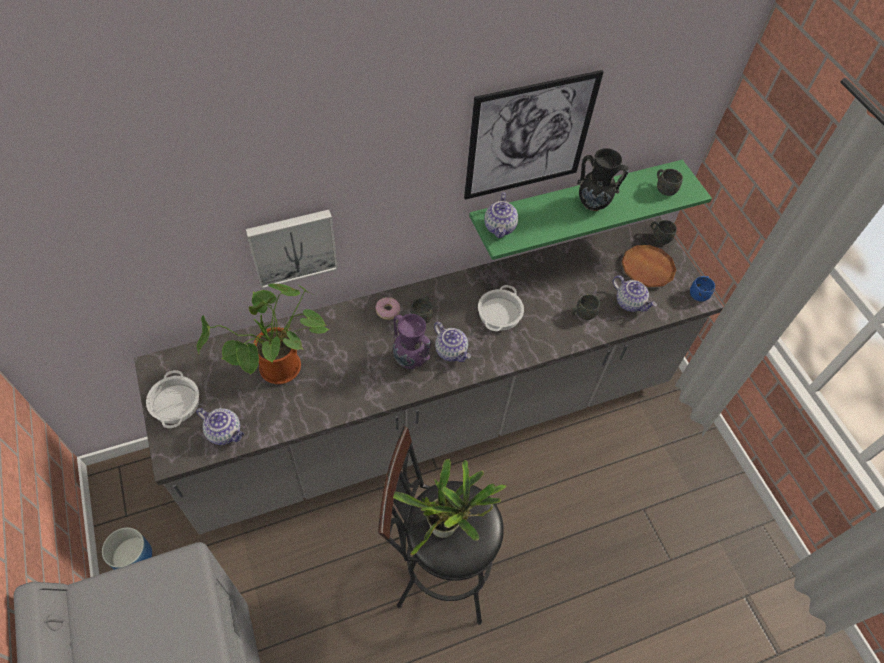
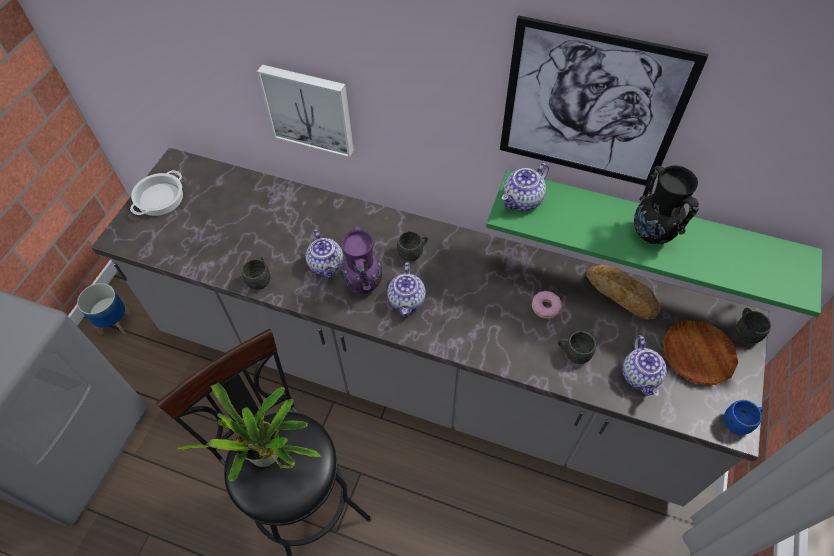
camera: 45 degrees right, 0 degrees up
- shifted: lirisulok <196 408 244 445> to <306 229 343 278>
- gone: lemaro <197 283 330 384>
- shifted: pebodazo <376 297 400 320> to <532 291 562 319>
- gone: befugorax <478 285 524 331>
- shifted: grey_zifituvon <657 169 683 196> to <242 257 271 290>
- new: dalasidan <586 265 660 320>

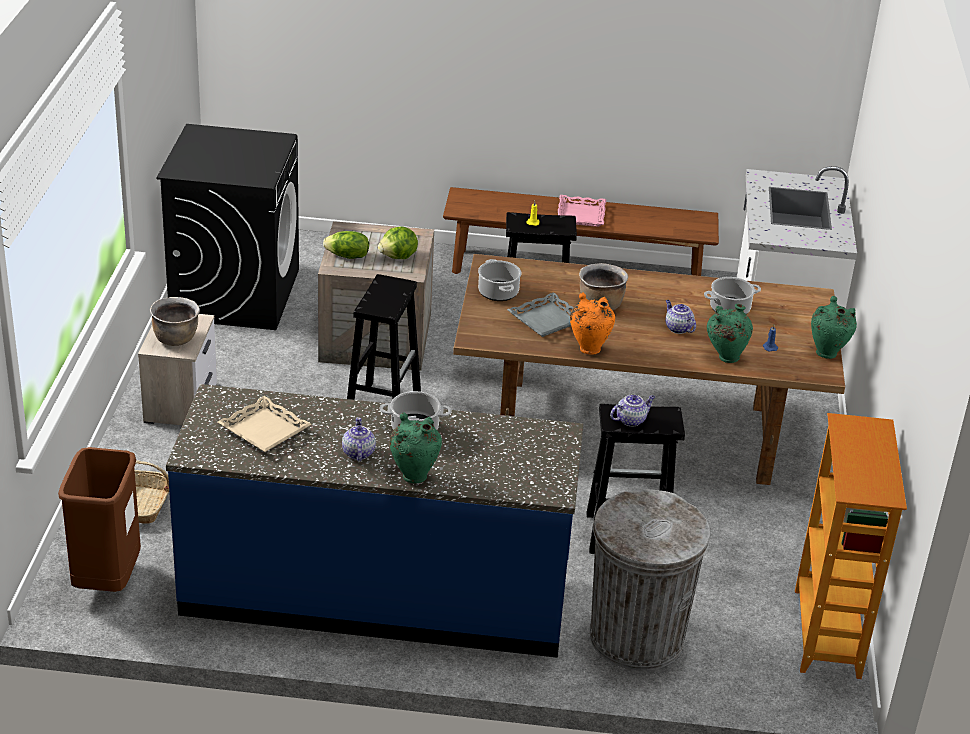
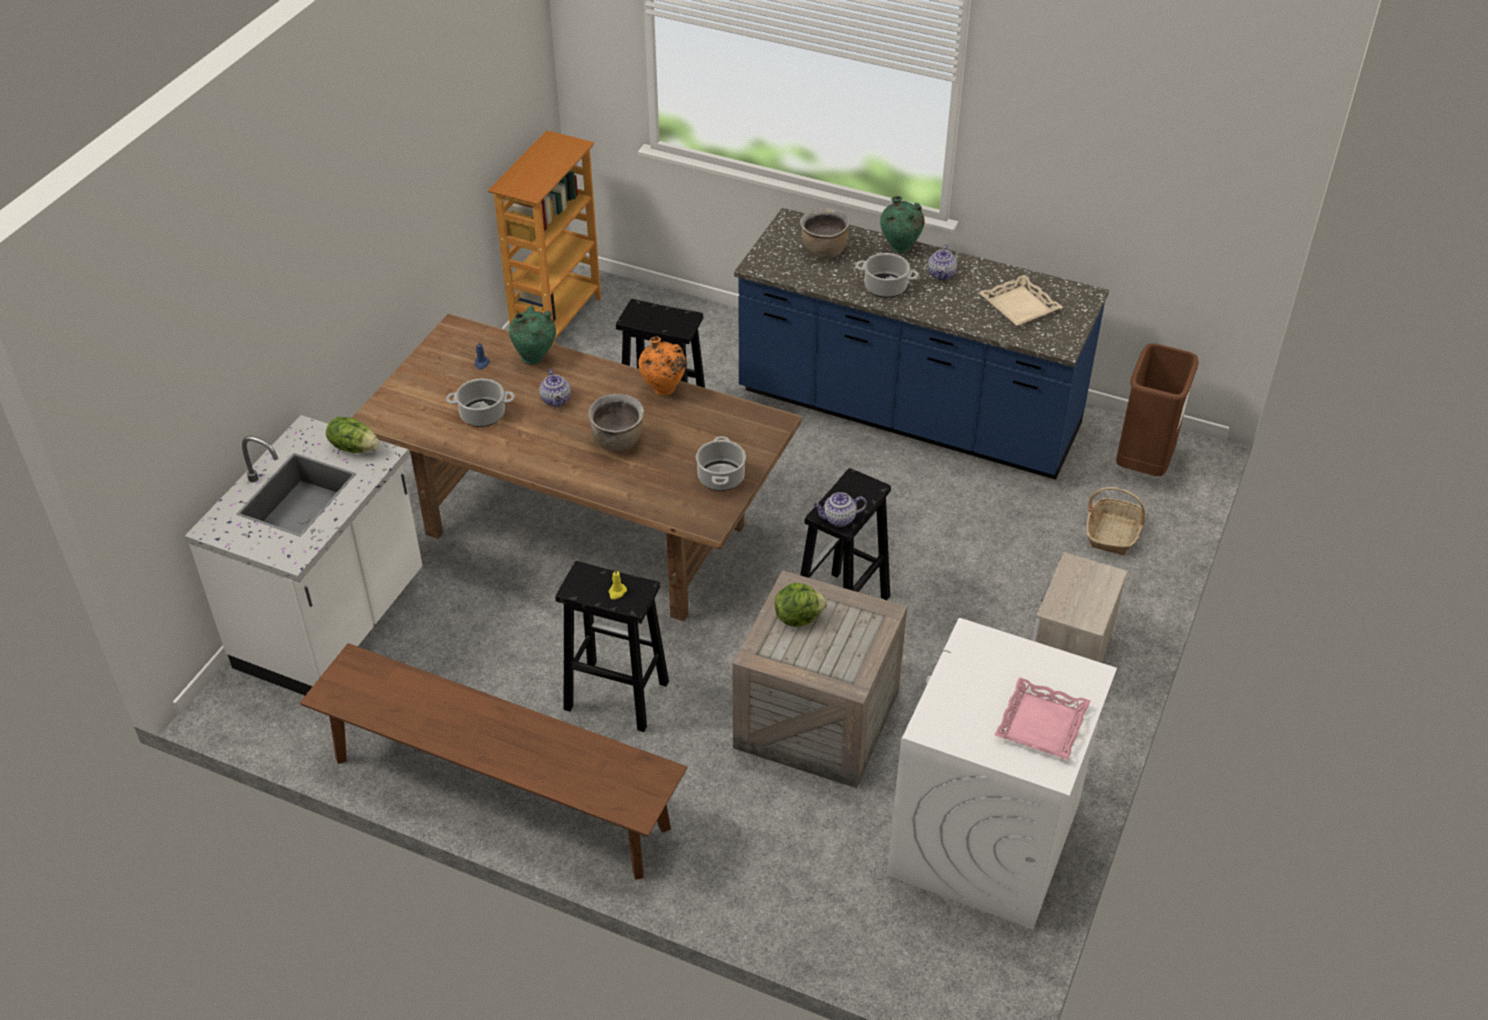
camera: 160 degrees left, 10 degrees up
- shifted: brown_befugorax <150 297 200 346> to <800 208 850 259>
- repainted: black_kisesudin <156 124 299 330> to white_kisesudin <887 618 1117 929>
- shifted: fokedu <323 231 369 259> to <326 417 380 453>
- gone: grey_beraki <507 292 573 337>
- shifted: pink_beraki <558 195 606 227> to <995 677 1091 760>
- gone: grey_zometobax <590 489 710 670>
- shifted: lirisulok <610 394 655 427> to <813 492 867 527>
- gone: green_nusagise <811 296 857 359>

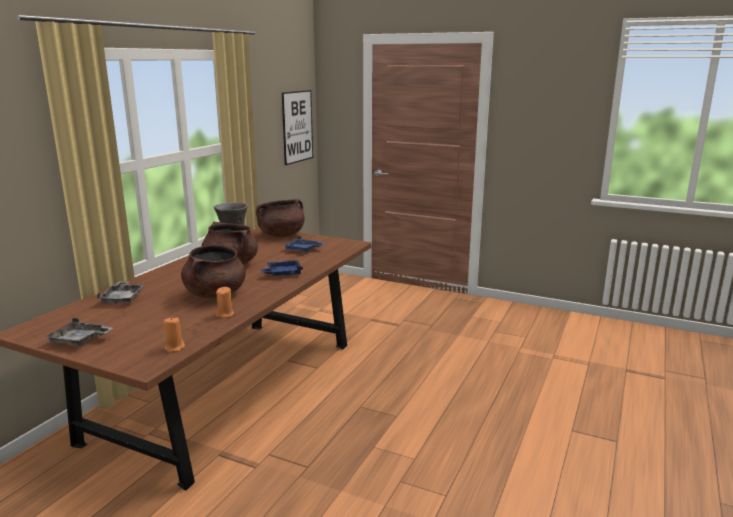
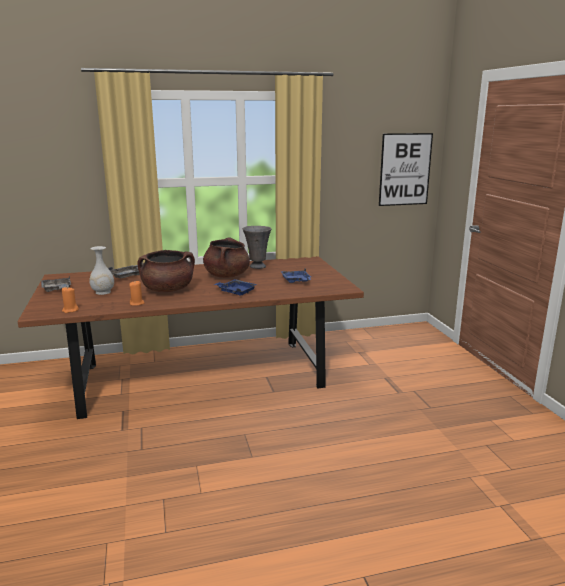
camera: 50 degrees right, 0 degrees up
- gone: brown_befugorax <256 199 305 237>
- new: white_nusagise <89 246 114 295>

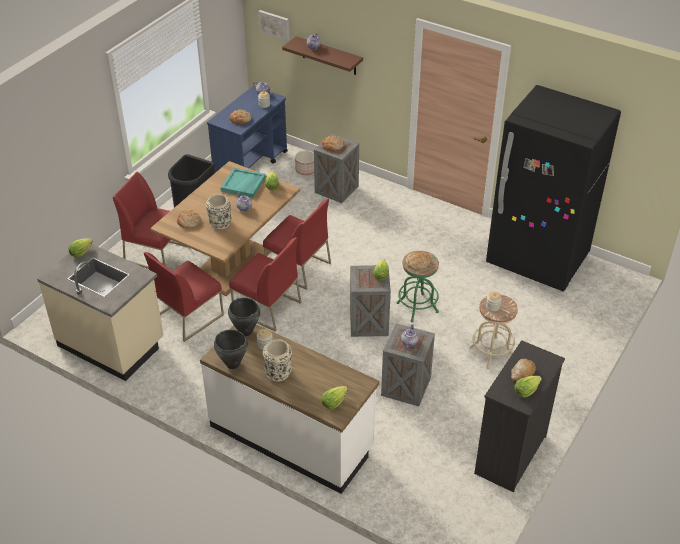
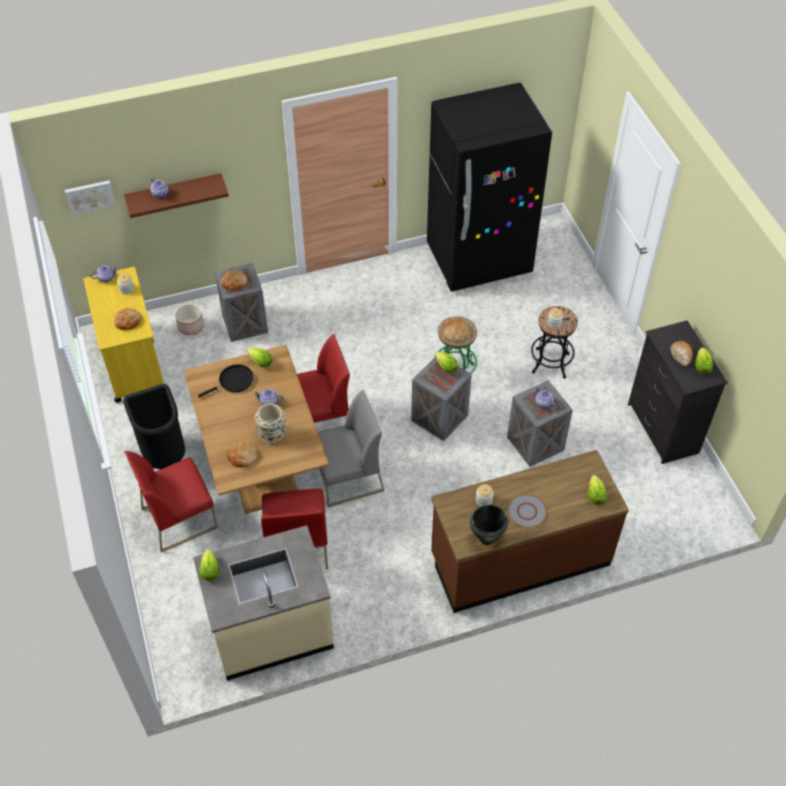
camera: 50 degrees left, 10 degrees up
- repainted: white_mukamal <200 324 379 494> to brown_mukamal <431 450 629 613>
- repainted: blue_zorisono <207 86 288 173> to yellow_zorisono <83 266 164 403>
- swapped: turquoise_beraki <220 168 266 198> to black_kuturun <198 364 254 398>
- gone: black_befugorax <228 297 260 336>
- repainted: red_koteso <229 237 302 332> to grey_koteso <318 390 384 507>
- swapped: beige_nusagise <263 339 292 382> to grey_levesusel <507 494 547 528>
- repainted: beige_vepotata <469 295 518 369> to black_vepotata <531 306 578 379>

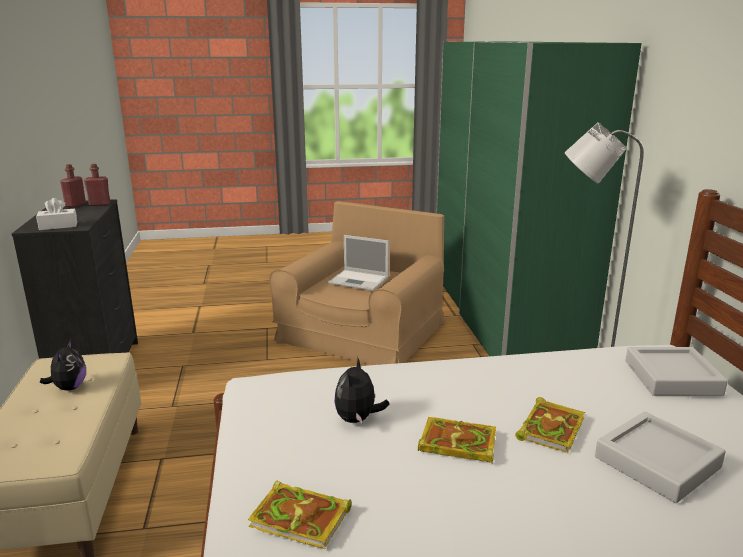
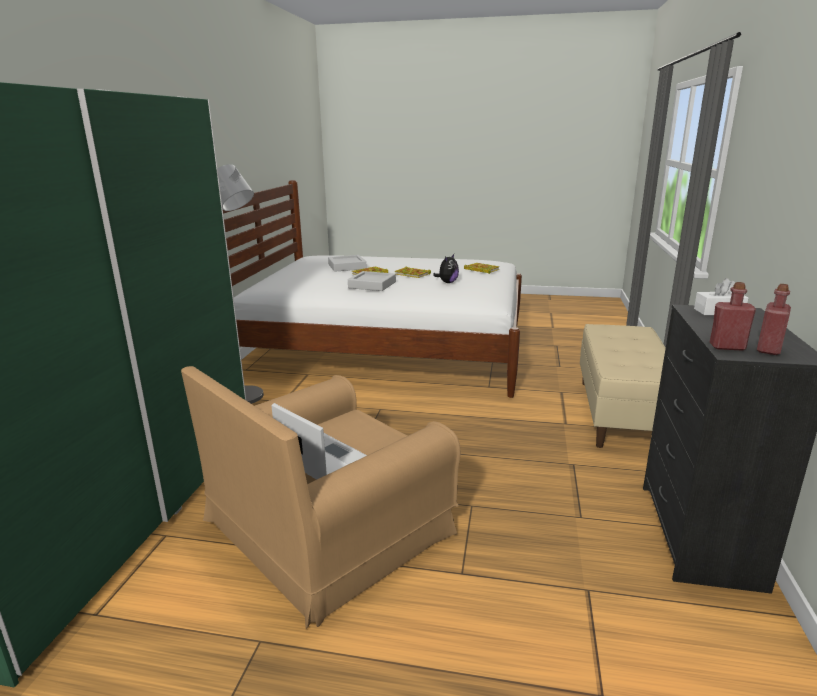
camera: 160 degrees left, 0 degrees up
- gone: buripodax <40 340 86 391>
- shifted: grey_beraki <625 347 728 396> to <348 271 396 291>

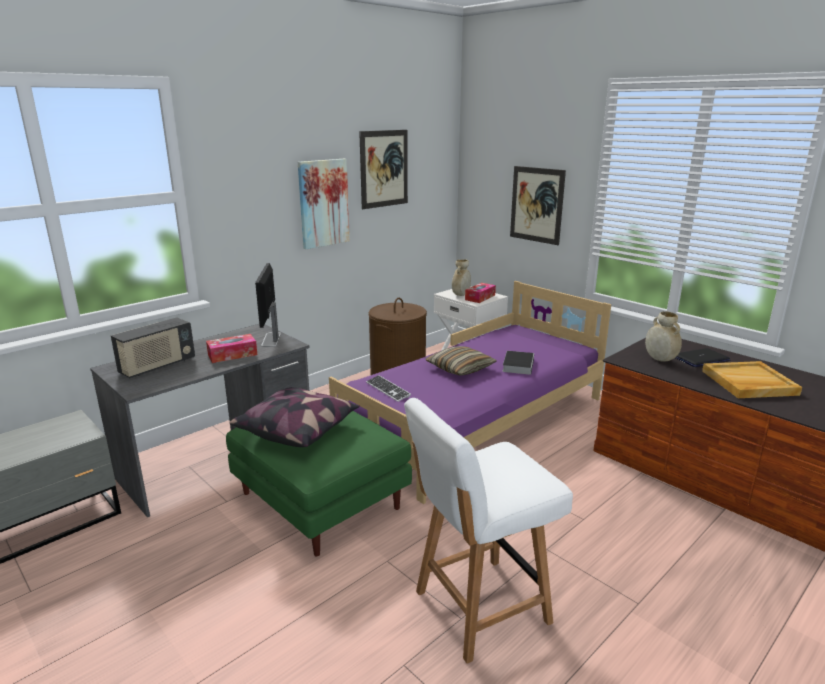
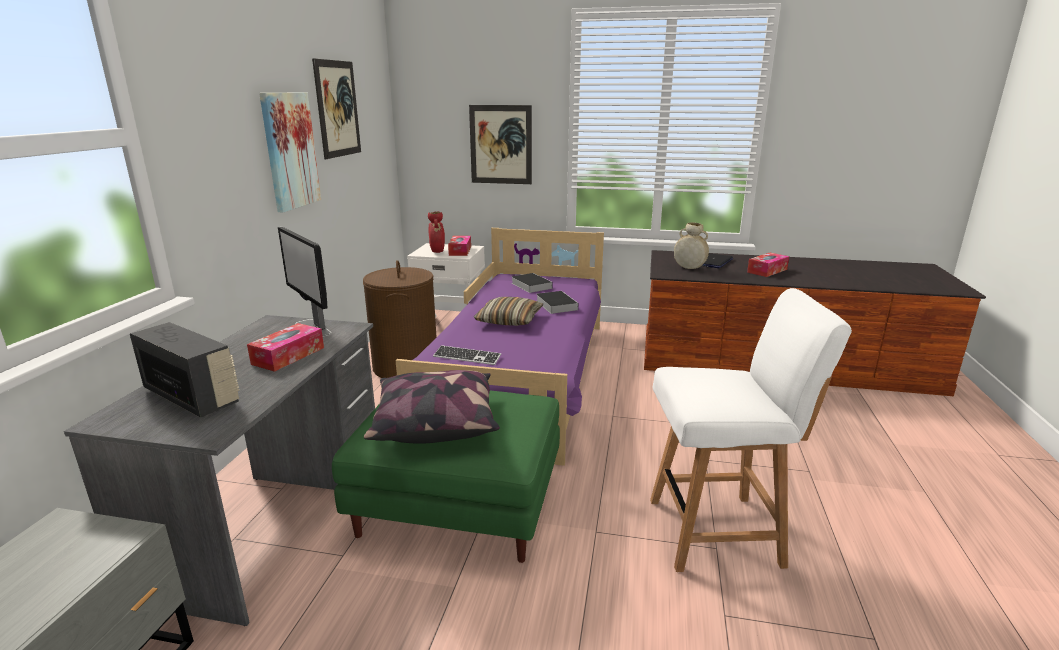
camera: 35 degrees left, 0 degrees up
- rotated: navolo <111 318 195 378> = <130 322 239 418> 60 degrees counterclockwise
- rotated: white_koteso <404 398 573 663> = <650 288 852 572> 120 degrees counterclockwise
- repainted: beige_nusagise <452 259 471 296> to red_nusagise <428 212 445 253>
- swapped: beige_beraki <702 361 802 398> to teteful <747 253 789 277>
- new: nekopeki <512 273 553 293>

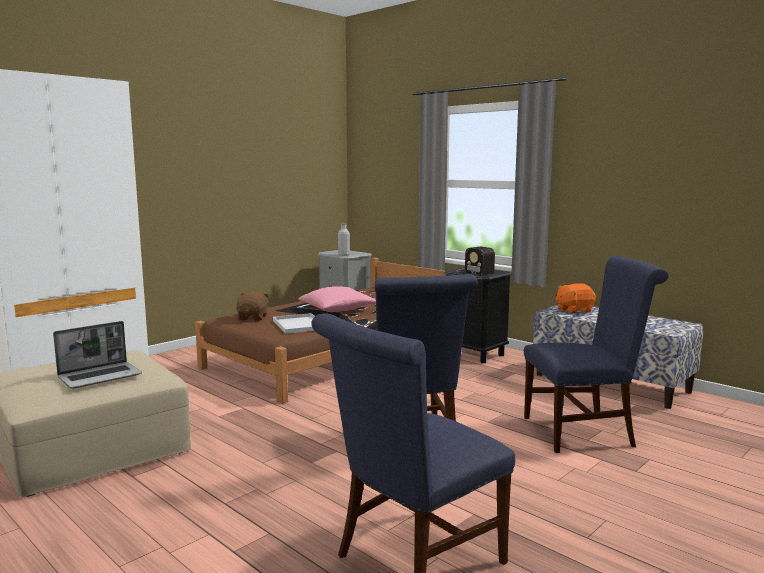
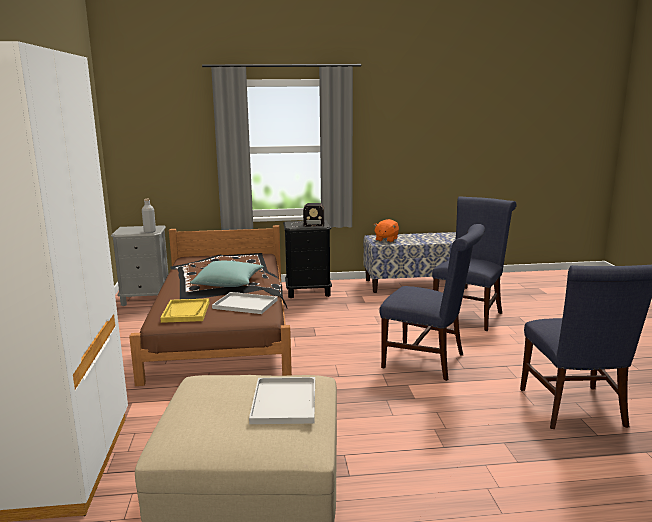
camera: 50 degrees left, 5 degrees up
- swapped: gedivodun <53 321 142 389> to white_beraki <249 377 315 424>
- swapped: brown_buripodax <236 291 270 320> to yellow_beraki <160 298 209 323>
- repainted: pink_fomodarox <298 286 376 312> to turquoise_fomodarox <190 260 264 287>

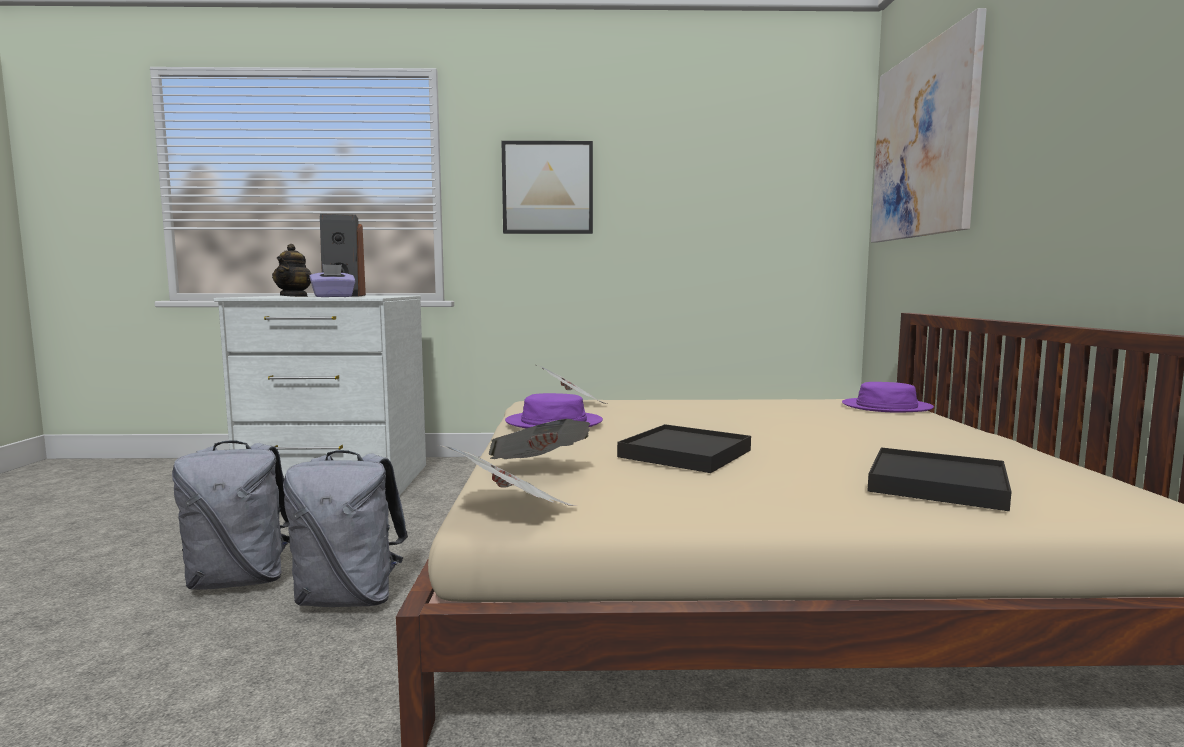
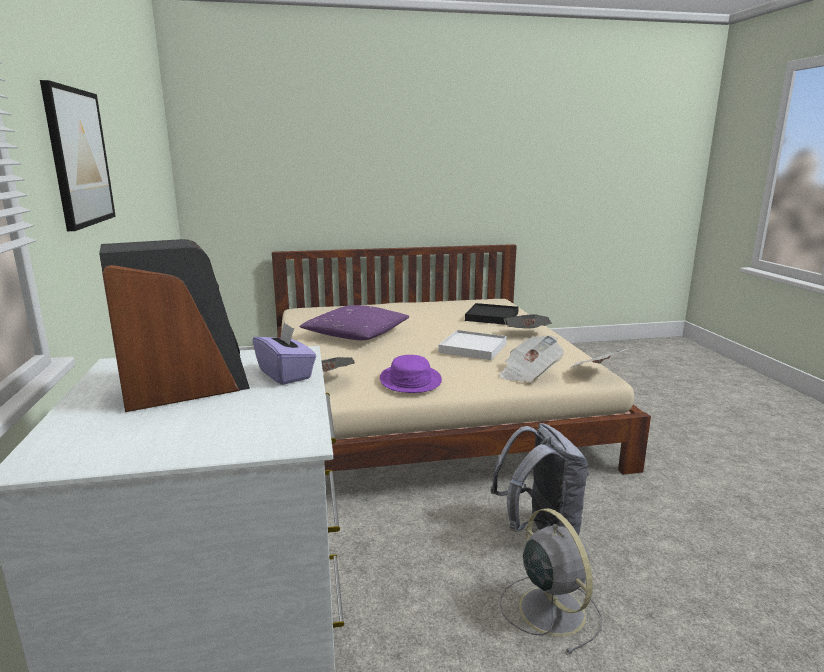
camera: 100 degrees left, 10 degrees up
- swapped: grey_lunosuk <172 441 290 590> to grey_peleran <500 508 602 654>
- gone: lirisulok <272 244 312 297>
- repainted: black_beraki <617 424 751 473> to white_beraki <438 330 507 360>
- gone: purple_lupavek <842 382 934 413>
- gone: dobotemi <871 8 987 243>
- new: purple_fomodarox <300 305 409 340>
- new: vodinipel <504 314 552 328>

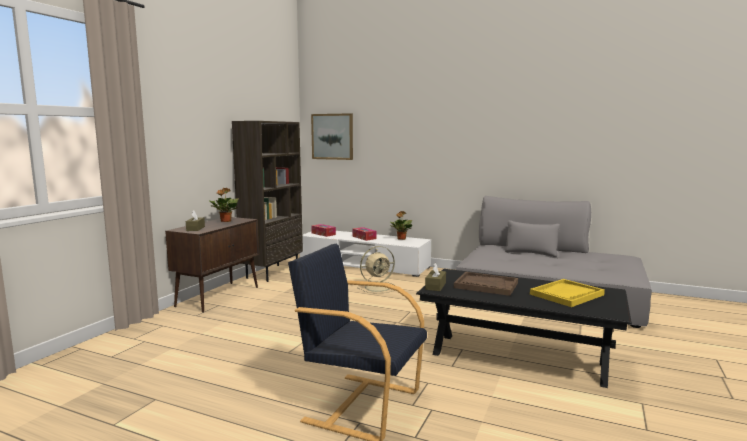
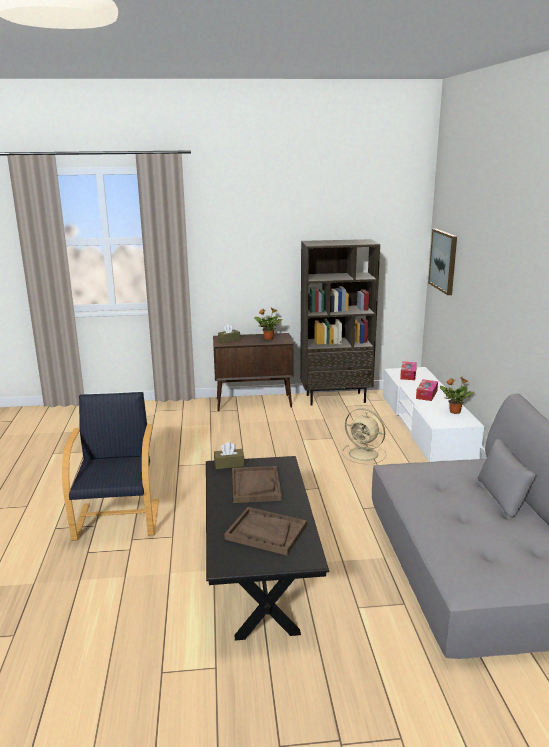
camera: 60 degrees right, 10 degrees up
- repainted: yellow_beraki <530 279 605 307> to brown_beraki <224 507 307 555>

